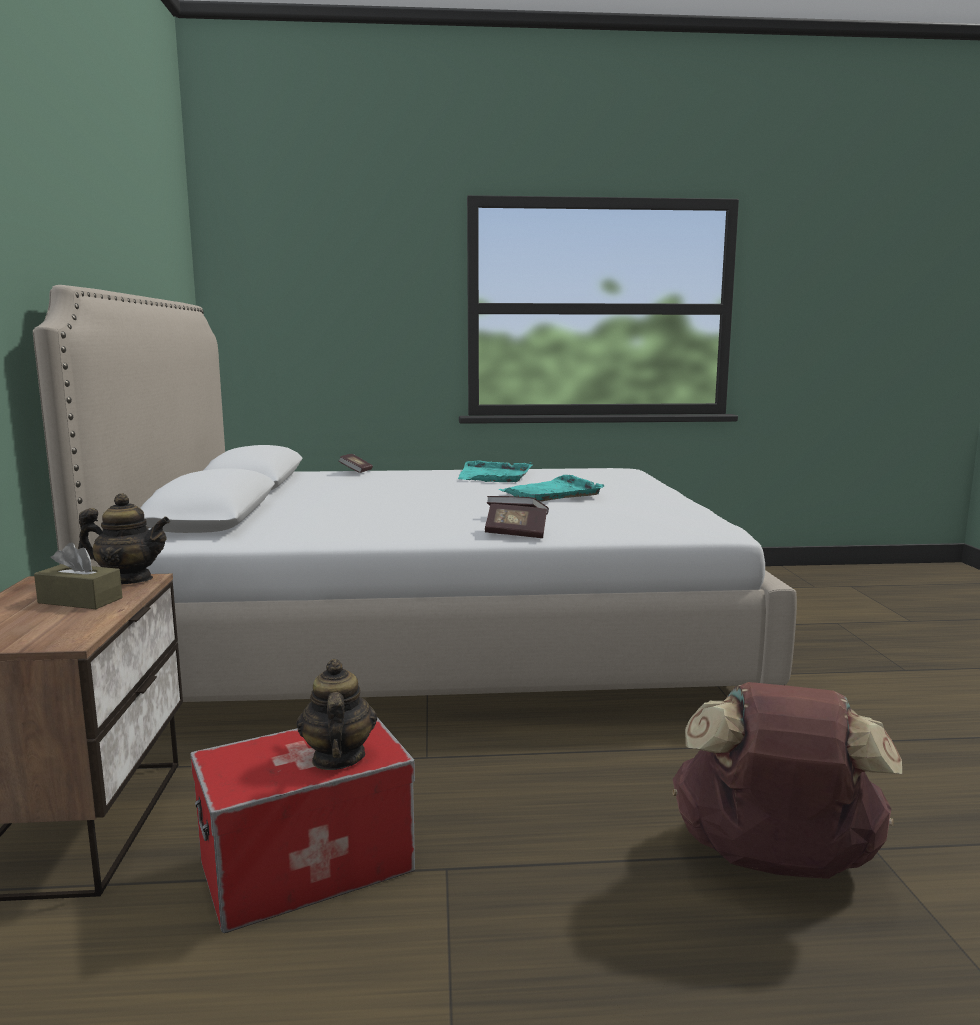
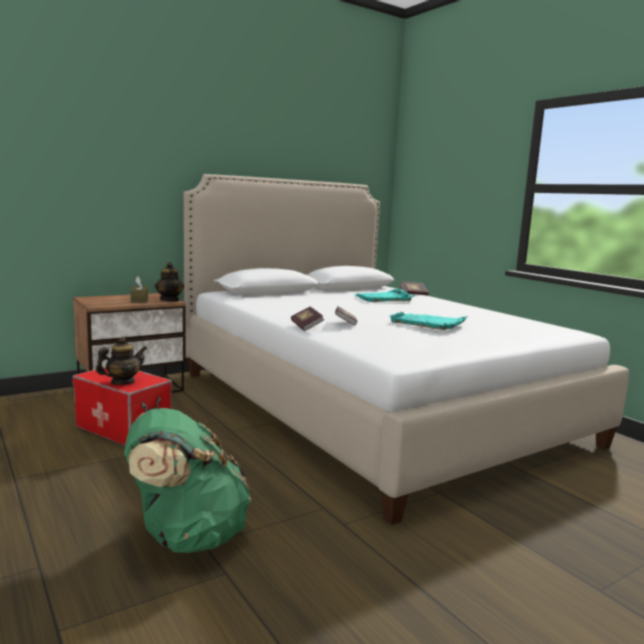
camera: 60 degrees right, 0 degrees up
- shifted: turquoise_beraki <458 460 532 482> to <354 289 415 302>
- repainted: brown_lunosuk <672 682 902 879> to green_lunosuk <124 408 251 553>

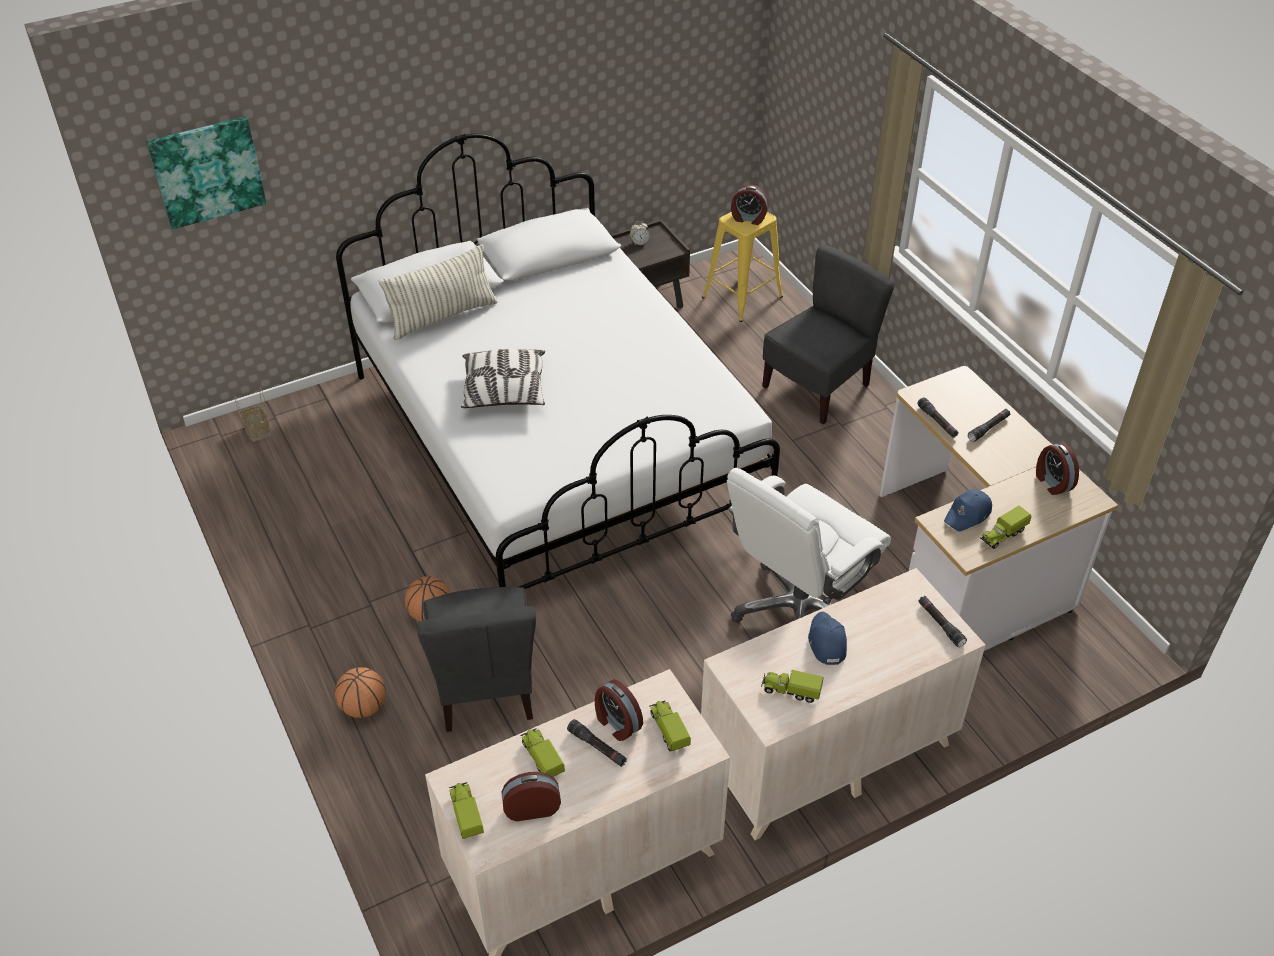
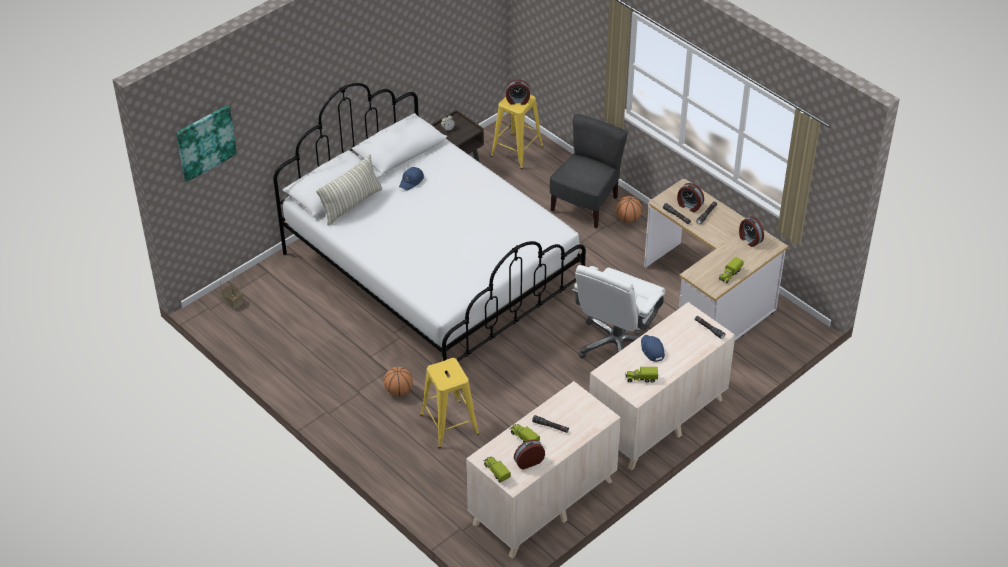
camera: 15 degrees left, 0 degrees up
- shifted: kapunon <335 667 386 718> to <616 196 642 223>
- swapped: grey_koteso <416 587 536 732> to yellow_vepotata <420 358 479 448>
- gone: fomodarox <461 349 545 408>
- shifted: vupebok <595 679 643 741> to <677 183 704 212>
- gone: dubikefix <650 700 691 751>
- shifted: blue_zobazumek <944 489 992 531> to <399 167 424 191>

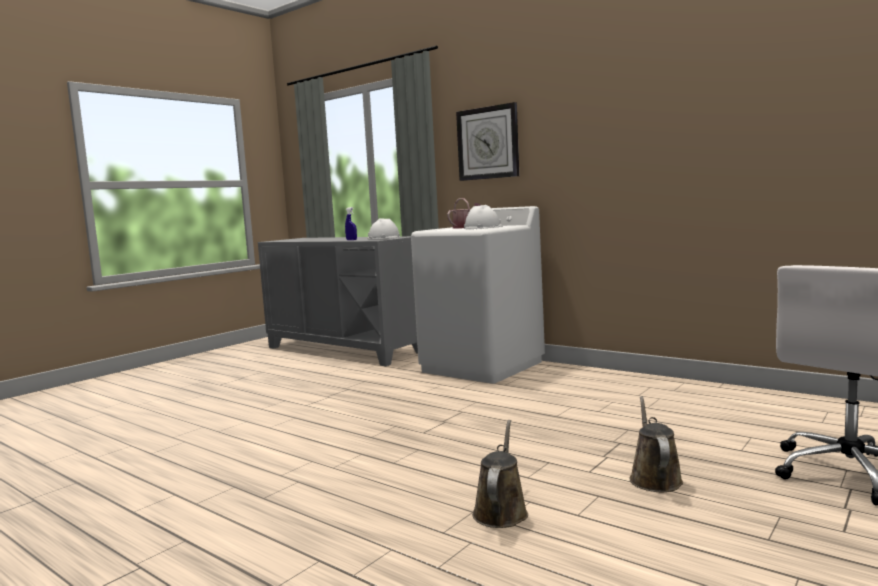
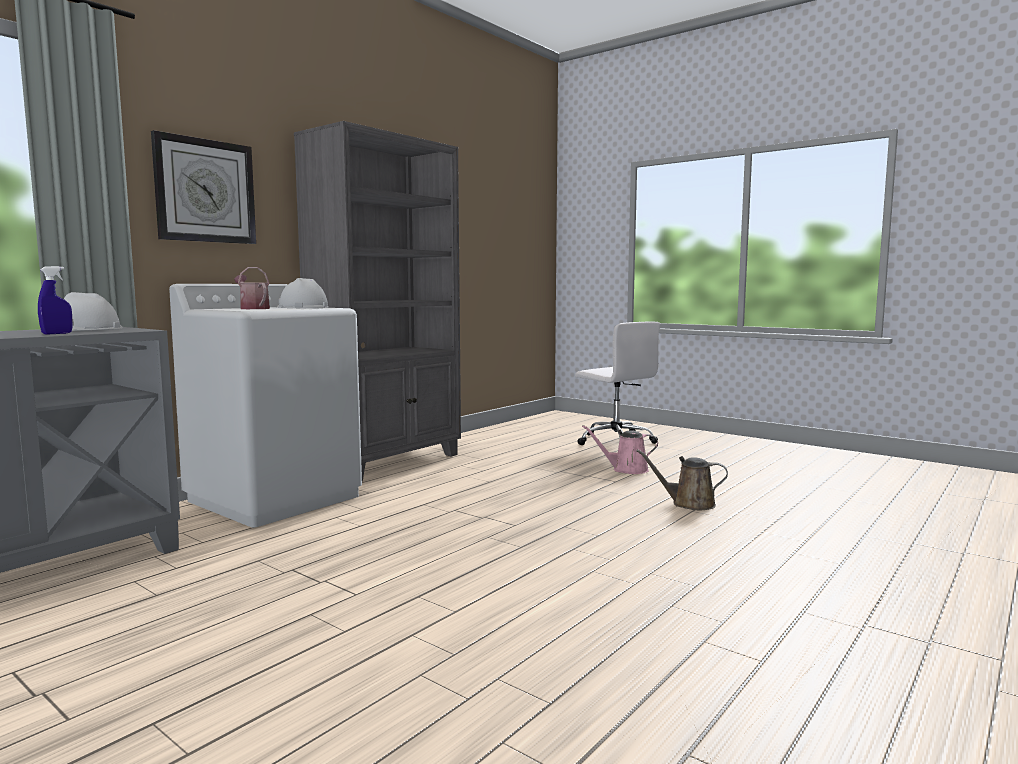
camera: 90 degrees left, 0 degrees up
- repainted: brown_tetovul <630 396 683 492> to pink_tetovul <582 425 658 474>
- new: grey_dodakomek <294 121 461 481>

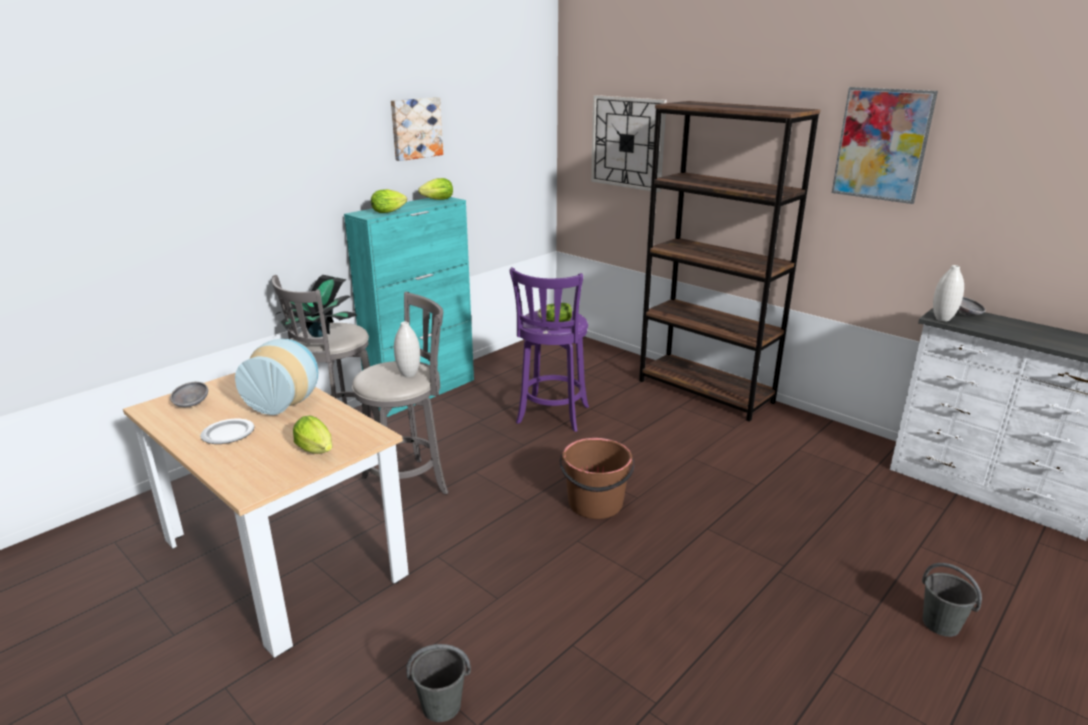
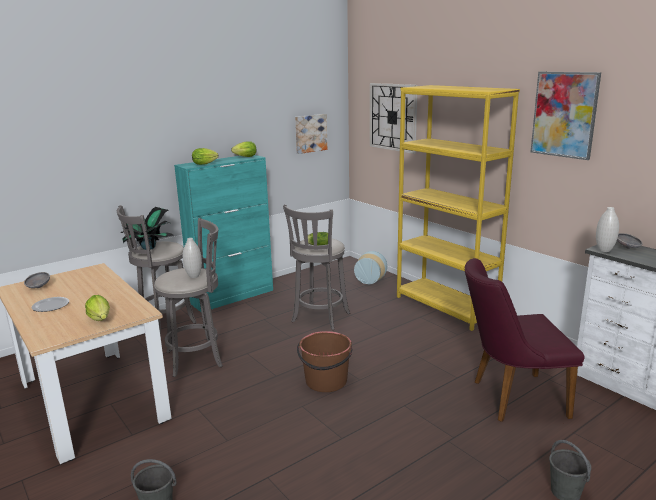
camera: 10 degrees right, 5 degrees down
- shifted: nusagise <235 339 318 415> to <354 251 387 284>
- shifted: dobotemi <391 97 443 161> to <295 114 327 154>
- repainted: purple_vepotata <510 267 589 432> to grey_vepotata <283 204 350 330>
- repainted: brown_dodakomek <639 101 820 422> to yellow_dodakomek <397 85 520 331>
- new: purple_koteso <465 258 585 422>

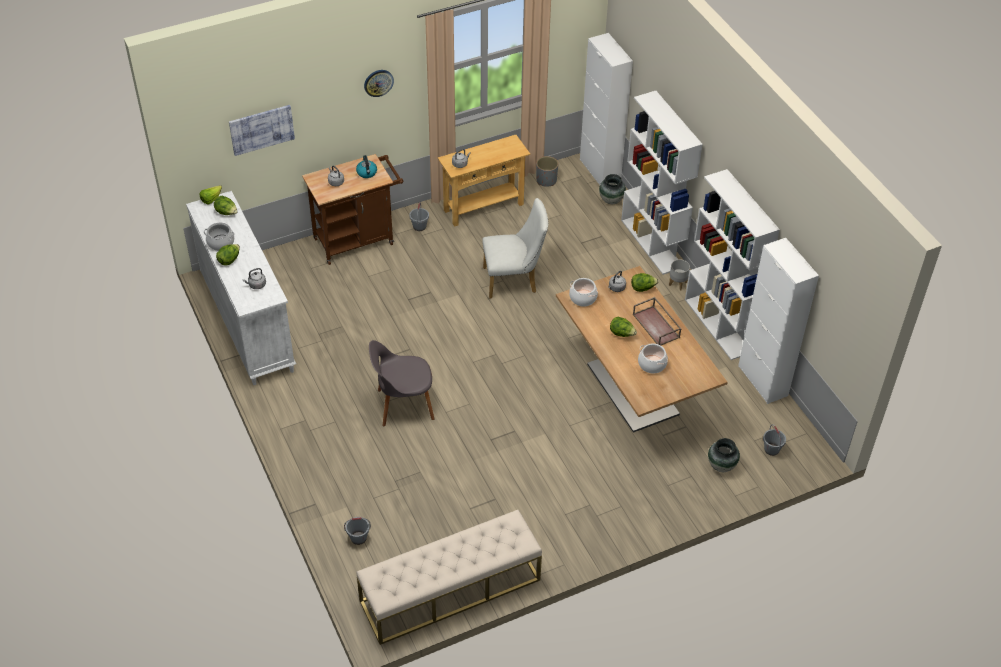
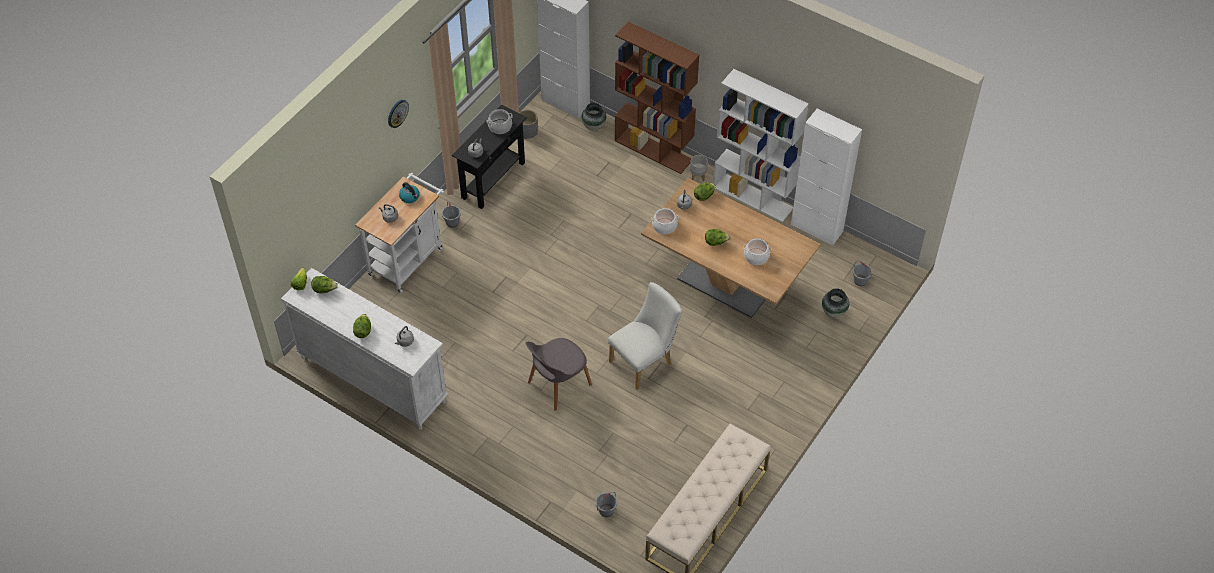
camera: 30 degrees left, 5 degrees up
- shifted: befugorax <204 222 235 251> to <486 109 513 134>
- gone: dobotemi <229 105 295 156>
- repainted: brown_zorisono <302 154 403 265> to white_zorisono <355 173 444 293>
- repainted: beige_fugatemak <438 135 530 227> to black_fugatemak <452 105 527 209>
- shifted: white_koteso <482 198 549 299> to <608 282 682 390>
- repainted: white_dodakomek <621 91 703 275> to brown_dodakomek <615 22 699 174>
- gone: brown_beraki <633 297 681 345>

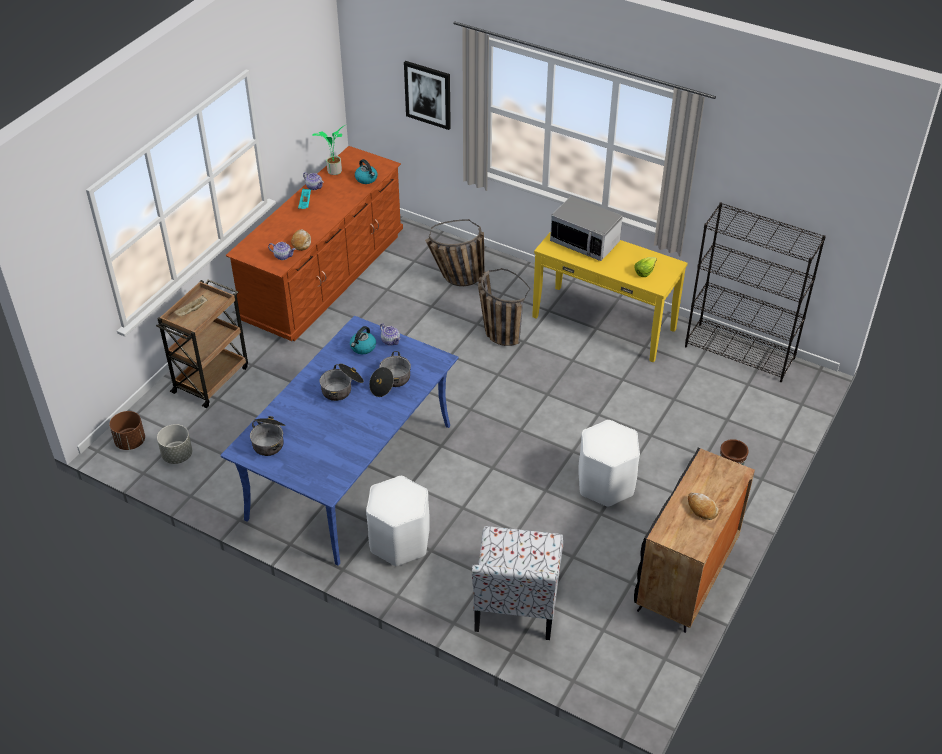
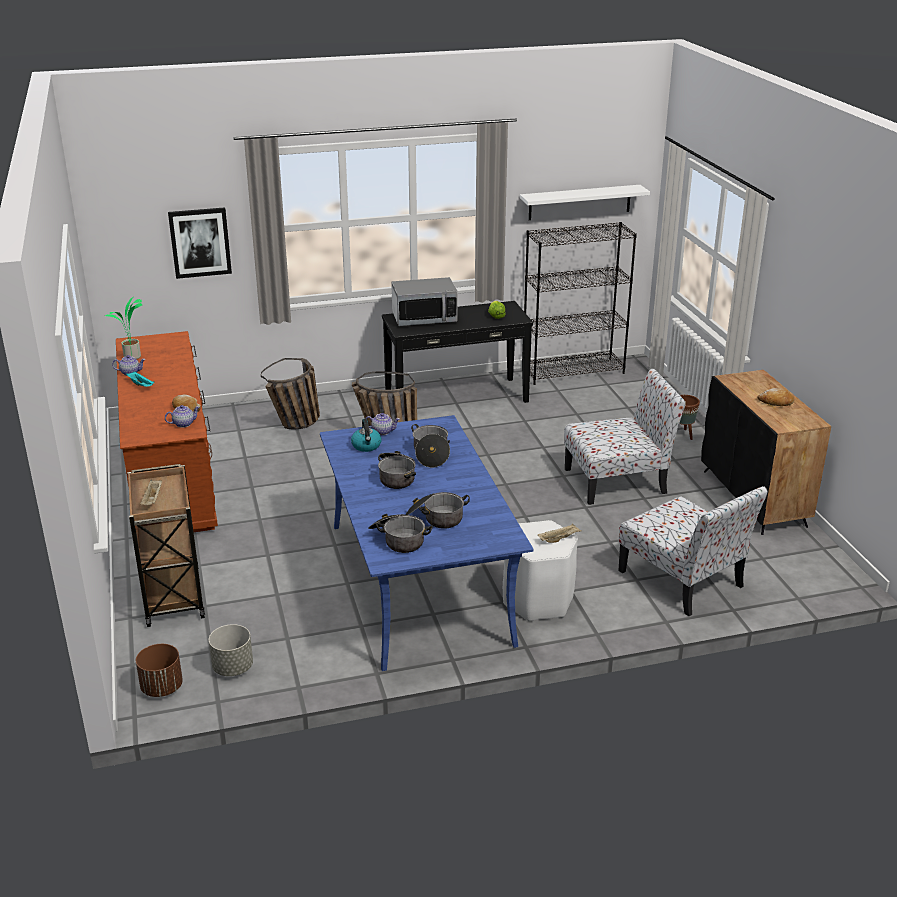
camera: 45 degrees left, 15 degrees down
- gone: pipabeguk <355 159 378 184>
- repainted: yellow_fugatemak <532 233 688 363> to black_fugatemak <382 301 533 403>
- swapped: white_vepotata <578 420 640 507> to koteso <564 369 686 505>
- new: befugorax <406 492 470 529>
- new: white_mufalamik <520 185 650 220>
- new: beige_beraki <538 523 582 543>

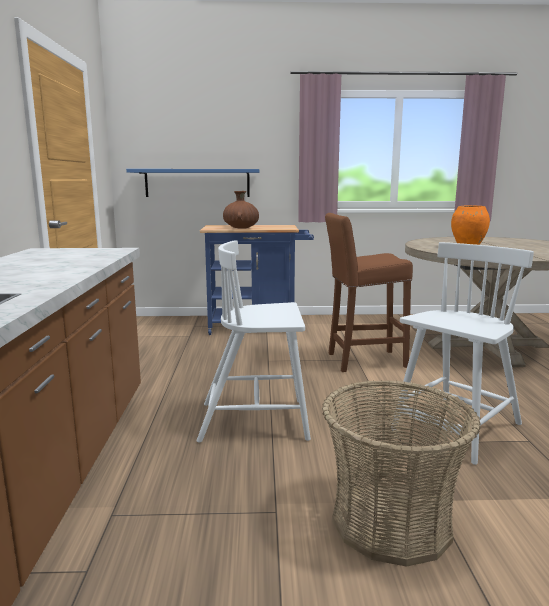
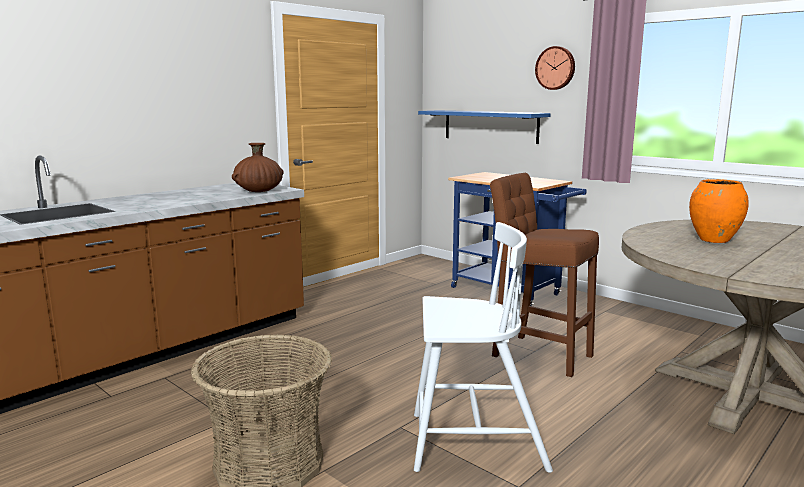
camera: 45 degrees right, 0 degrees up
- gone: white_koteso <196 240 311 443>
- shifted: brown_nusagise <223 191 259 229> to <232 143 284 192>
- new: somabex <535 46 575 90>

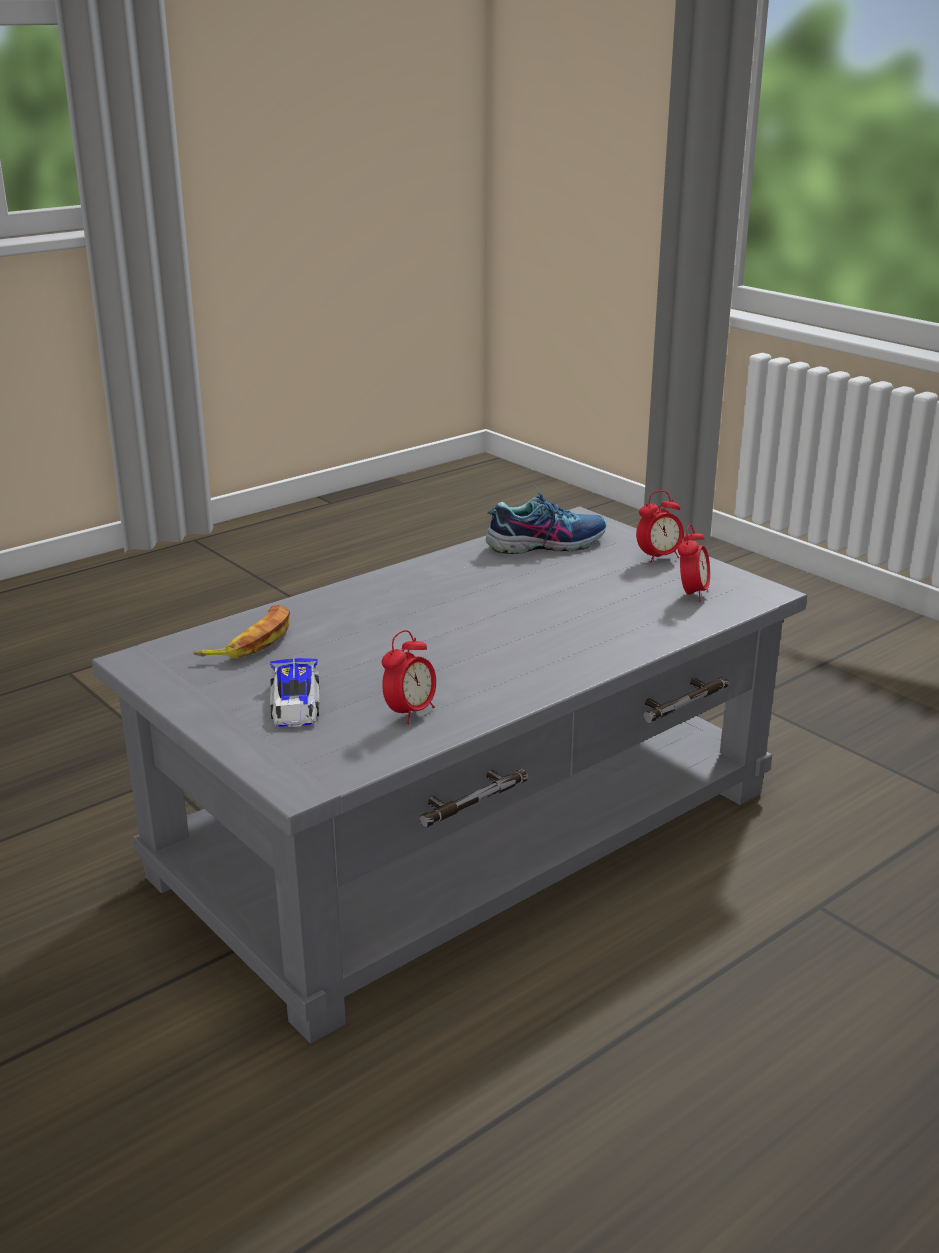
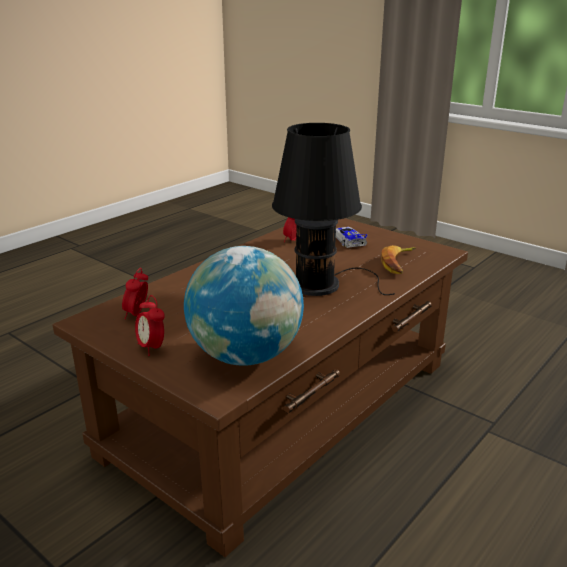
camera: 170 degrees right, 0 degrees up
- repainted: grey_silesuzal <92 506 807 1044> to brown_silesuzal <53 218 468 557>
- swapped: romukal <486 486 607 554> to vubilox <184 246 304 366>
- rotated: vupebok <636 491 683 563> = <135 295 165 356> 90 degrees counterclockwise
- new: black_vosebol <272 123 395 296>

